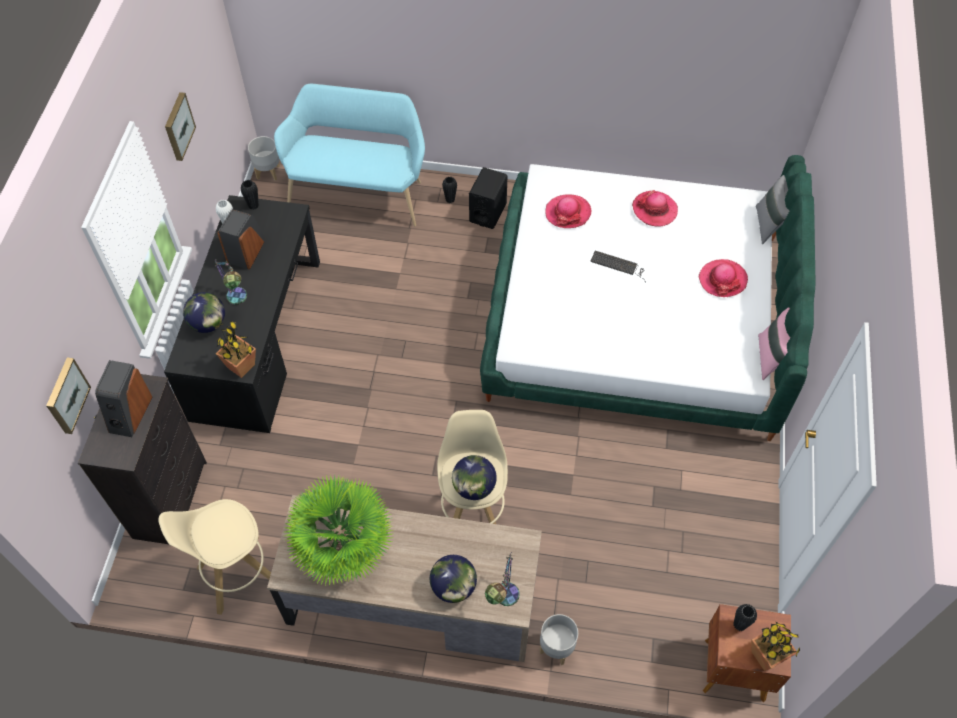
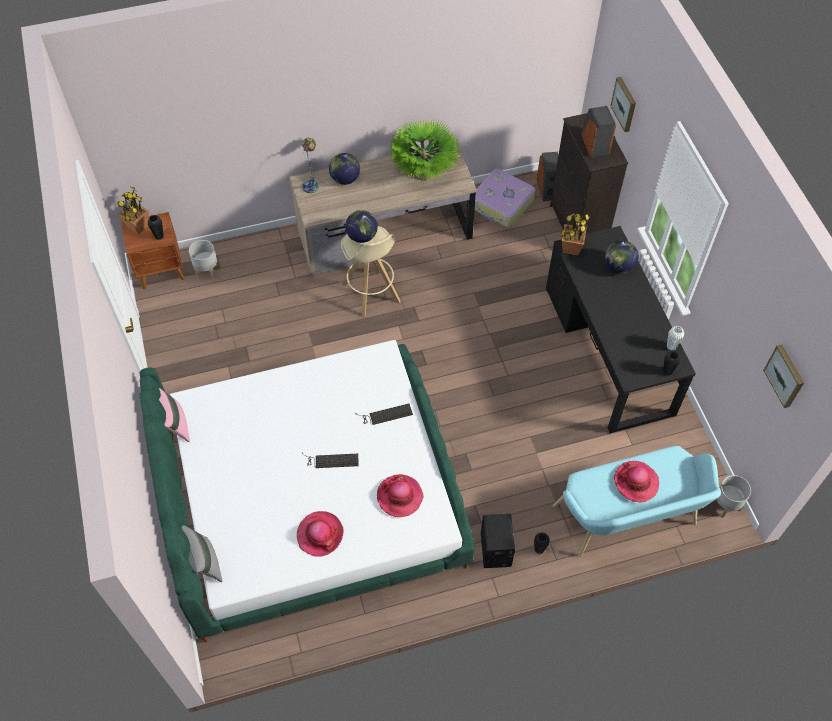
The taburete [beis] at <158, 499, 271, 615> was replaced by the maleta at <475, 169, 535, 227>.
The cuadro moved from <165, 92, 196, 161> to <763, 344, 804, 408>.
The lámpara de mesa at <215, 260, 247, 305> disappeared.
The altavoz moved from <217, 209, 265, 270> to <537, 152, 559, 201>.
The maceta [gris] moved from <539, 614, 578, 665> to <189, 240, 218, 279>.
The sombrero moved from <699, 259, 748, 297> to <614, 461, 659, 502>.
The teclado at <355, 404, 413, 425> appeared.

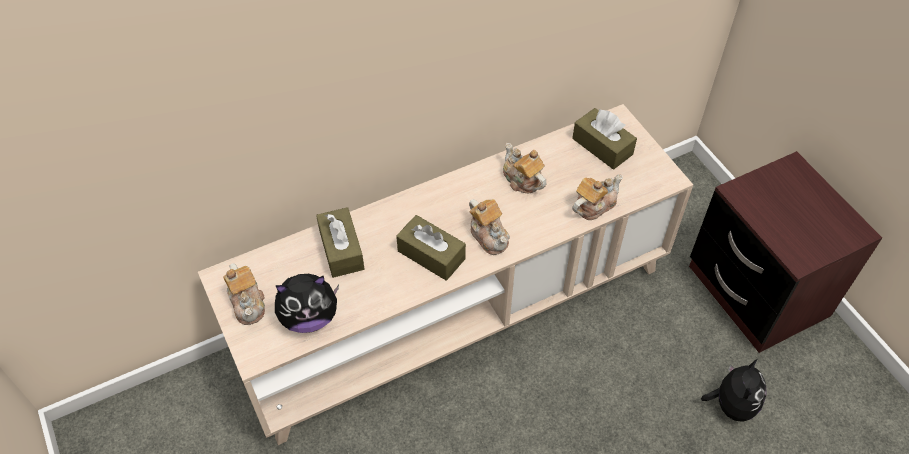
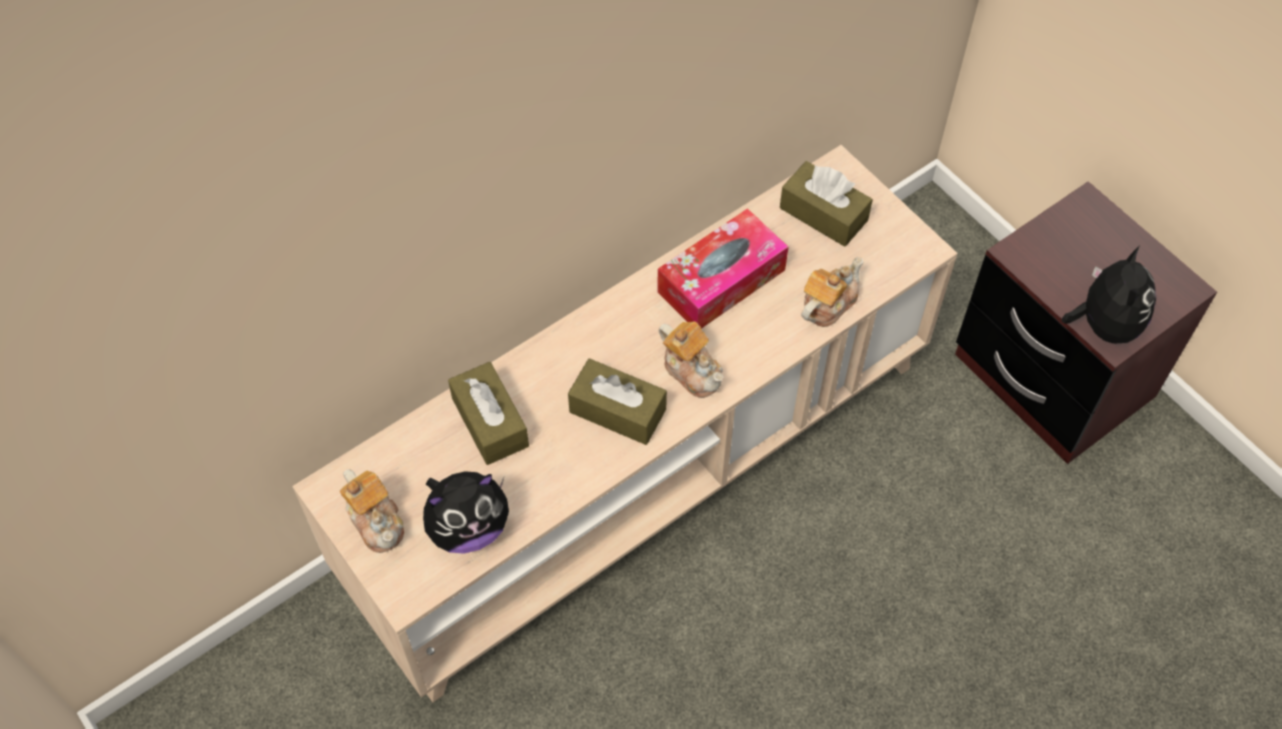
The tetera at <503, 143, 546, 194> was replaced by the caja de pañuelos at <657, 208, 788, 329>.
The peluche moved from <701, 359, 767, 422> to <1061, 246, 1156, 343>.

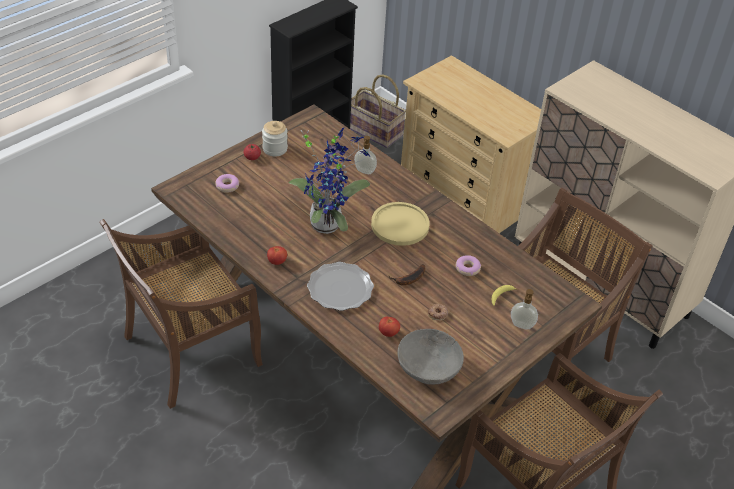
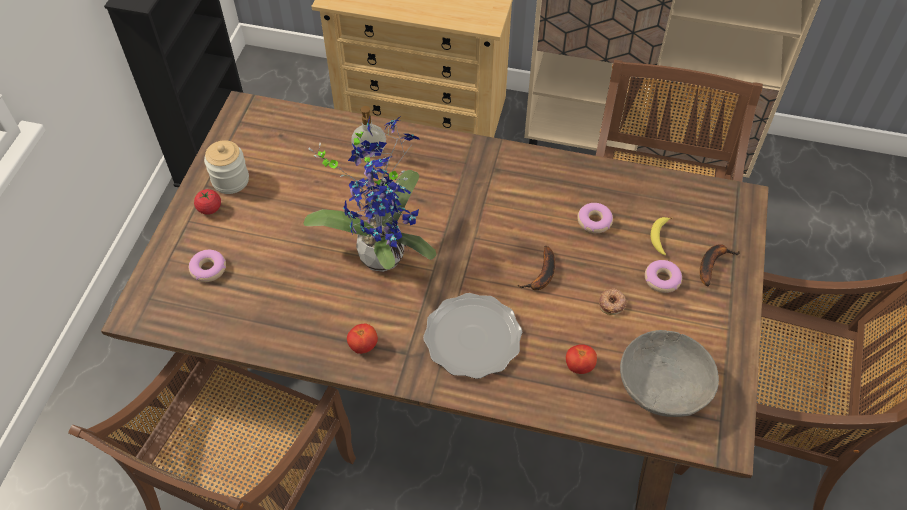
The cesta at <350, 74, 406, 148> disappeared.
The plato [amarillo] at <371, 202, 429, 246> disappeared.
The dispensador de jabón at <511, 289, 538, 330> was replaced by the plátano at <700, 244, 740, 286>.
The rosquilla at <645, 260, 682, 293> appeared.

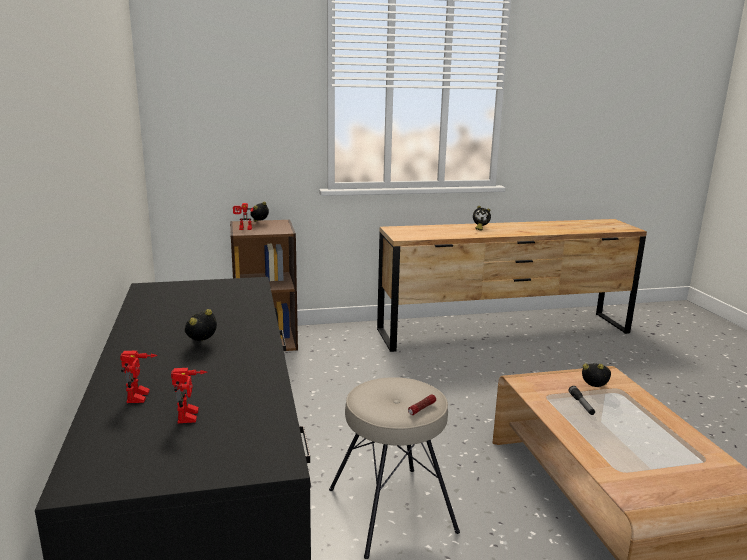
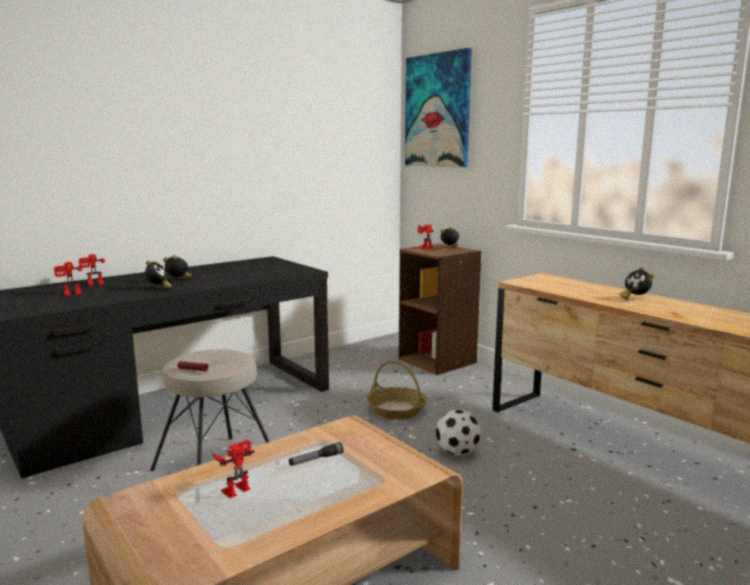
The despertador moved from <582, 363, 611, 387> to <145, 261, 172, 288>.
The robot de juguete at <212, 440, 255, 498> appeared.
The cesta at <367, 360, 427, 419> appeared.
The cuadro at <405, 48, 472, 168> appeared.
The balón de fútbol at <436, 409, 481, 456> appeared.

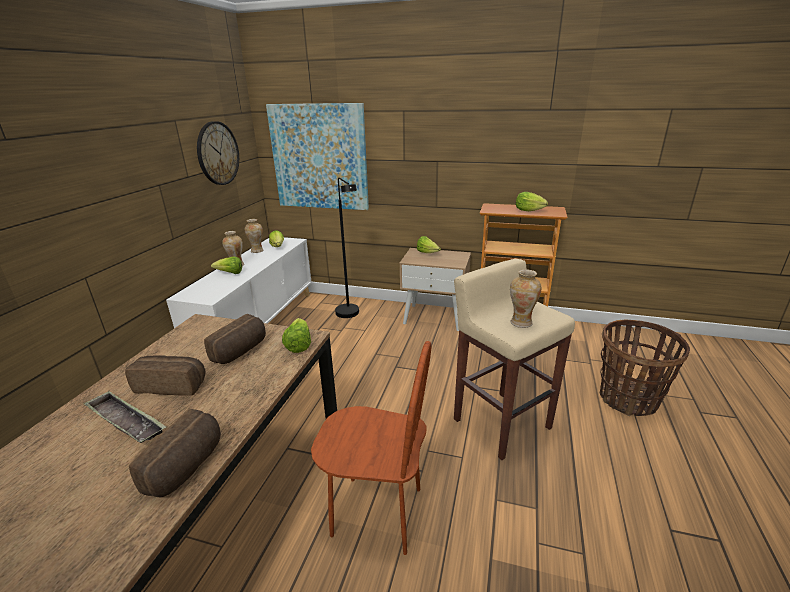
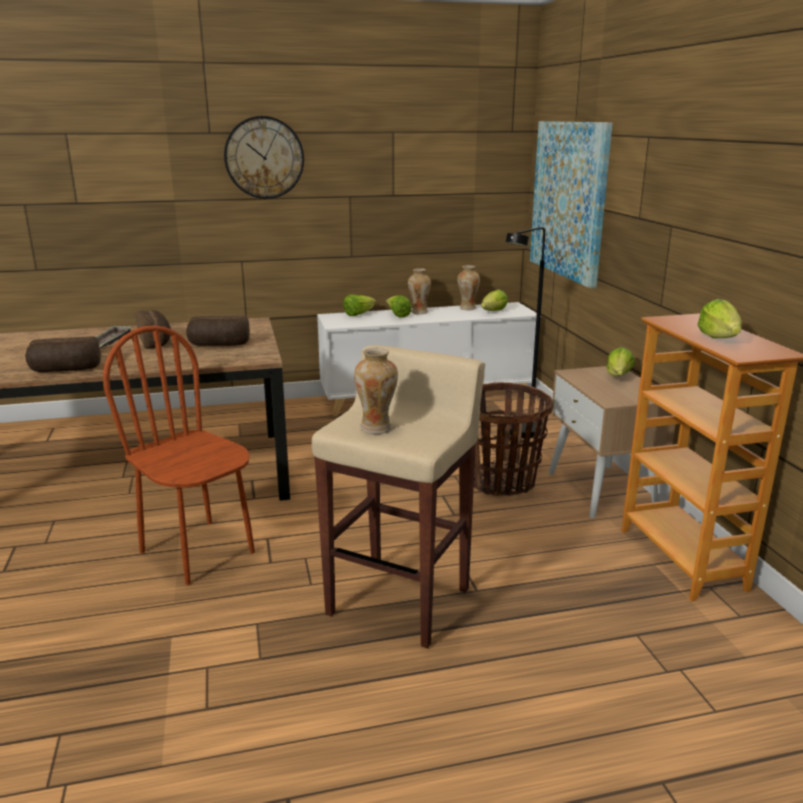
The reloj de pared moved from <197, 121, 239, 185> to <224, 116, 304, 199>.
The lechuga moved from <282, 318, 311, 353> to <343, 295, 376, 316>.
The silla [marrón] at <311, 341, 432, 555> turned 150 degrees clockwise.
The cesta moved from <599, 320, 690, 416> to <474, 382, 553, 496>.

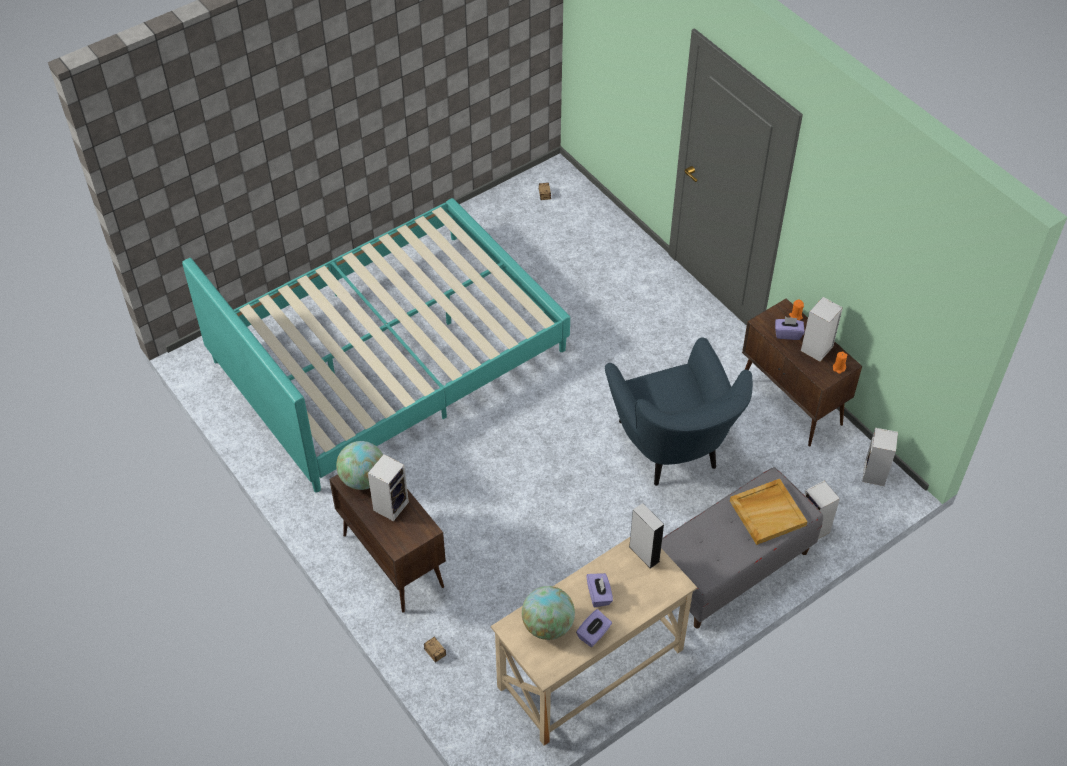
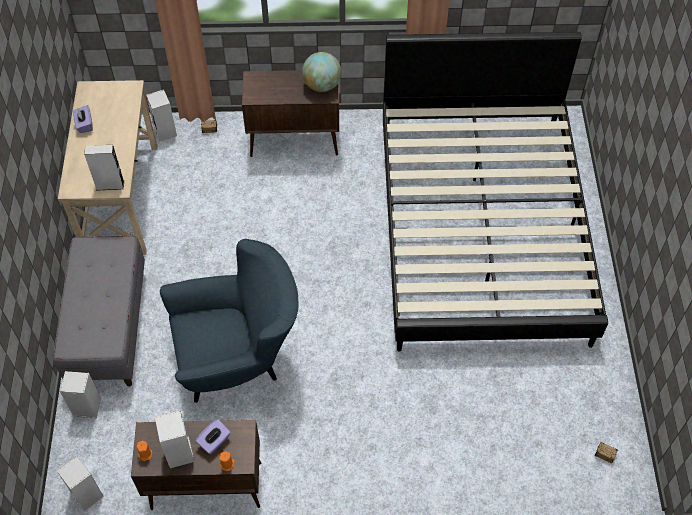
The cama [turquesa] at <182, 198, 570, 492> became the cama [negro] at <383, 32, 608, 352>.
The altavoz moved from <368, 454, 409, 521> to <146, 90, 177, 141>.
The globo terráqueo at <522, 586, 575, 640> disappeared.
The caja de pañuelos [morado] at <586, 573, 613, 607> disappeared.
The sillón [azul] at <605, 338, 753, 486> turned 150 degrees clockwise.
The bandeja [beis] at <730, 479, 808, 545> disappeared.

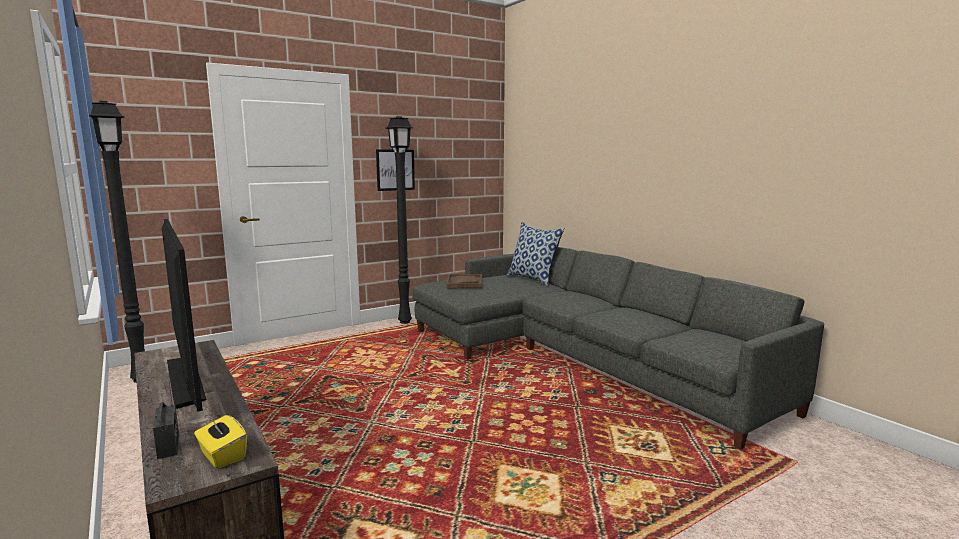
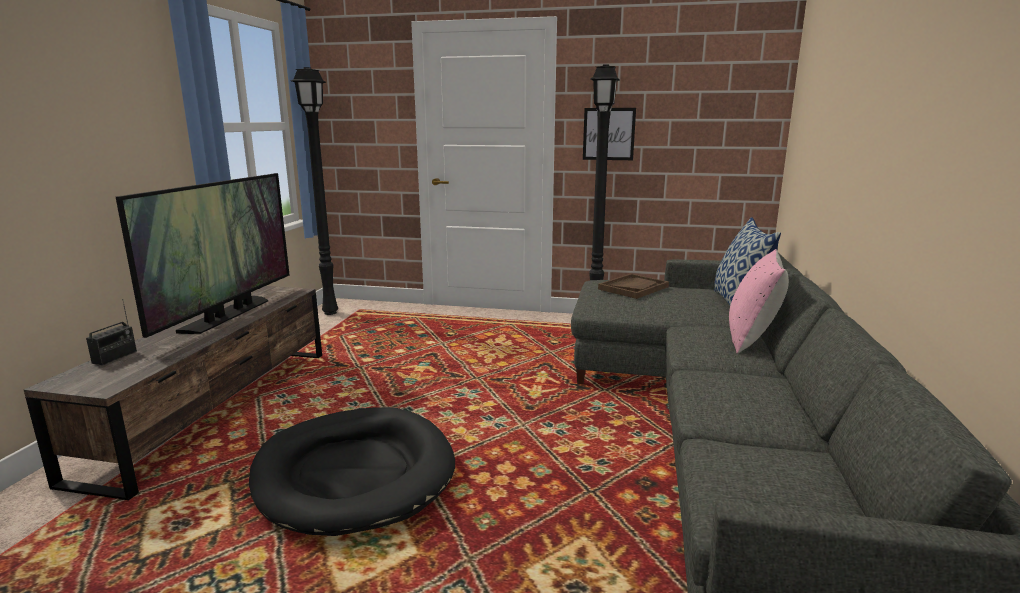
The caja de pañuelos [amarillo] at <194, 415, 247, 469> disappeared.
The cama para perro [negro] at <249, 407, 455, 536> appeared.
The cojín [rosa] at <729, 249, 789, 354> appeared.

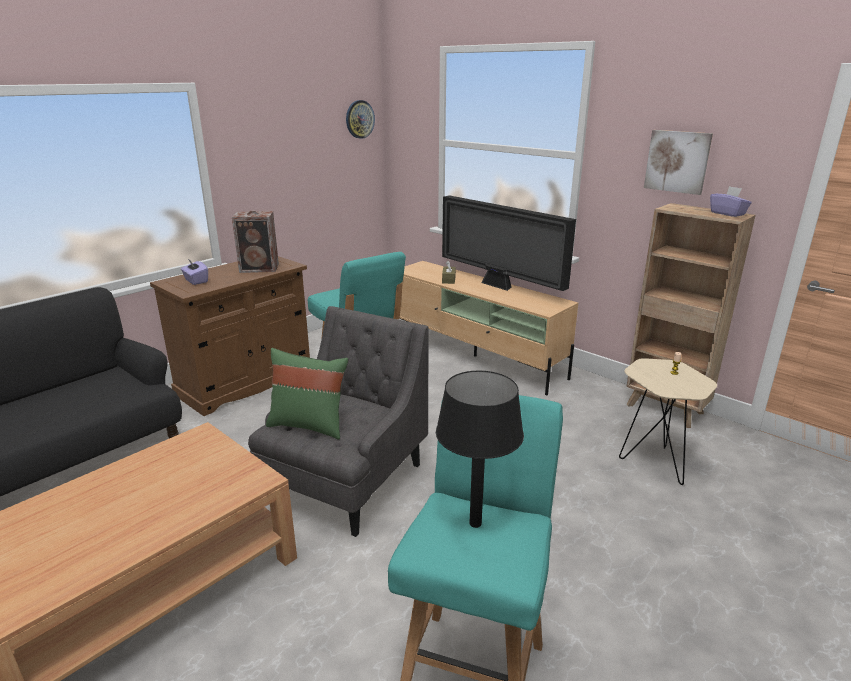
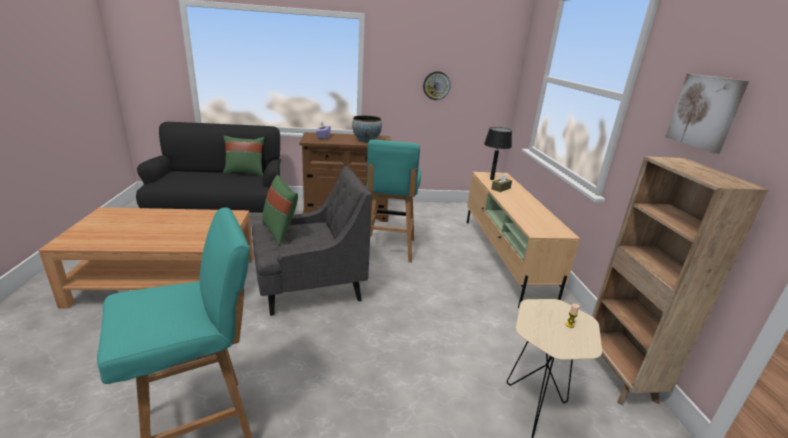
The altavoz at <232, 211, 279, 273> was replaced by the cuenco at <352, 115, 382, 143>.
The reloj de pared moved from <346, 100, 375, 139> to <423, 71, 451, 100>.
The lámpara de mesa [negro] moved from <436, 370, 524, 528> to <484, 127, 512, 180>.
The televisor at <442, 195, 576, 291> disappeared.
The caja de pañuelos [morado] at <710, 186, 752, 217> disappeared.
The cojín [verde] at <223, 135, 265, 176> appeared.

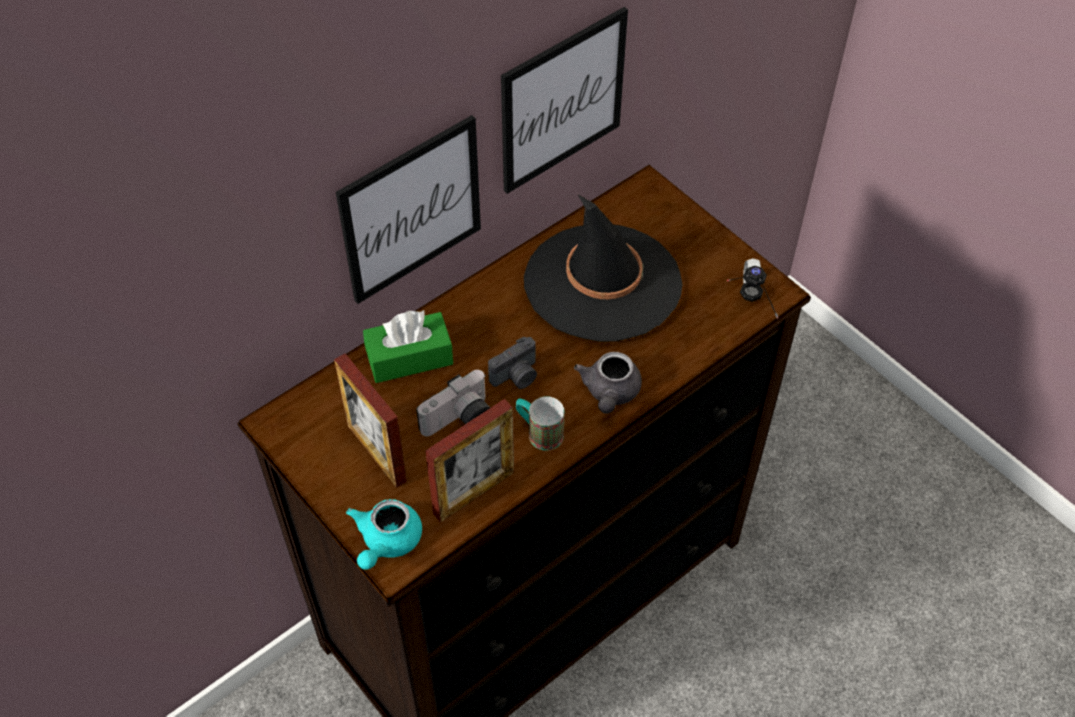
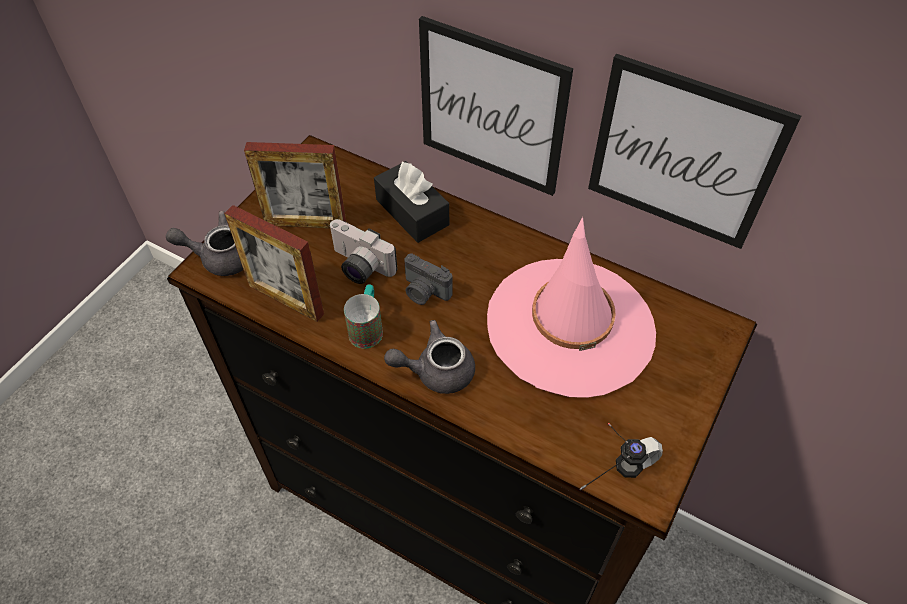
The portarretratos at <334, 354, 407, 488> turned 120 degrees counterclockwise.
The tetera [turquesa] at <346, 499, 422, 570> became the tetera [gris] at <166, 211, 243, 276>.
The caja de pañuelos [verde] at <363, 310, 453, 383> became the caja de pañuelos [negro] at <374, 161, 449, 243>.
The sombrero [negro] at <524, 194, 682, 342> became the sombrero [rosa] at <487, 217, 656, 398>.

